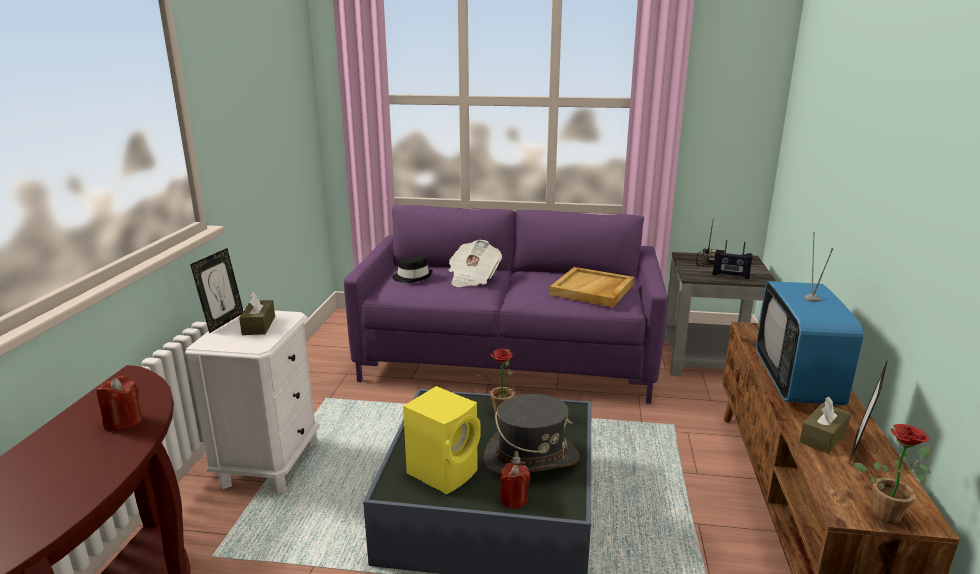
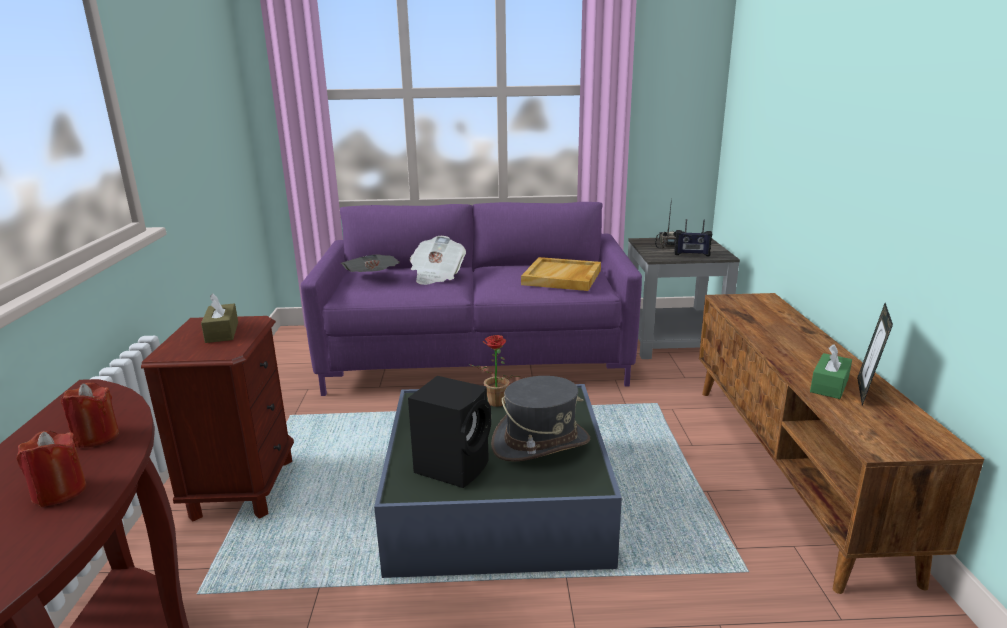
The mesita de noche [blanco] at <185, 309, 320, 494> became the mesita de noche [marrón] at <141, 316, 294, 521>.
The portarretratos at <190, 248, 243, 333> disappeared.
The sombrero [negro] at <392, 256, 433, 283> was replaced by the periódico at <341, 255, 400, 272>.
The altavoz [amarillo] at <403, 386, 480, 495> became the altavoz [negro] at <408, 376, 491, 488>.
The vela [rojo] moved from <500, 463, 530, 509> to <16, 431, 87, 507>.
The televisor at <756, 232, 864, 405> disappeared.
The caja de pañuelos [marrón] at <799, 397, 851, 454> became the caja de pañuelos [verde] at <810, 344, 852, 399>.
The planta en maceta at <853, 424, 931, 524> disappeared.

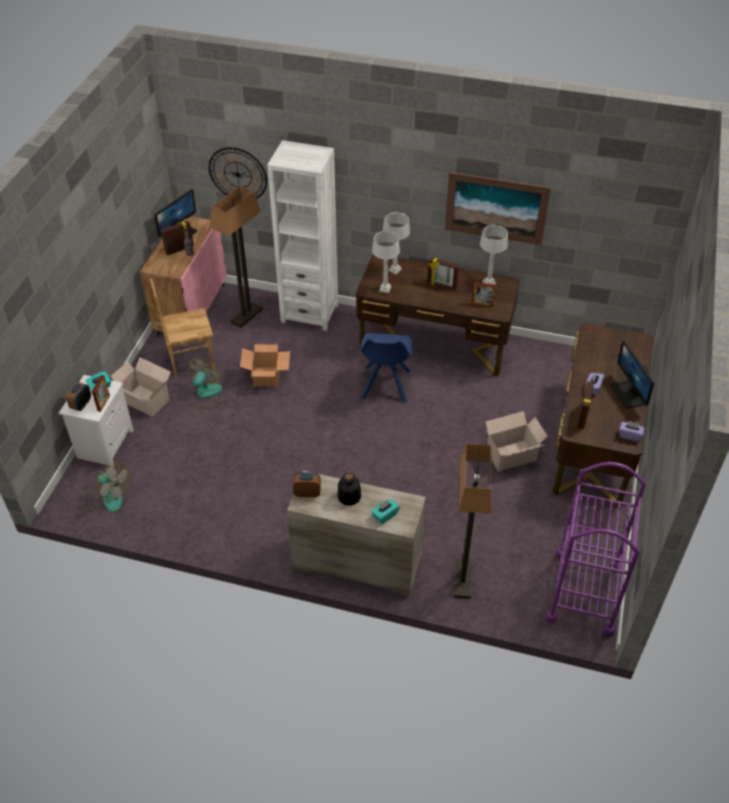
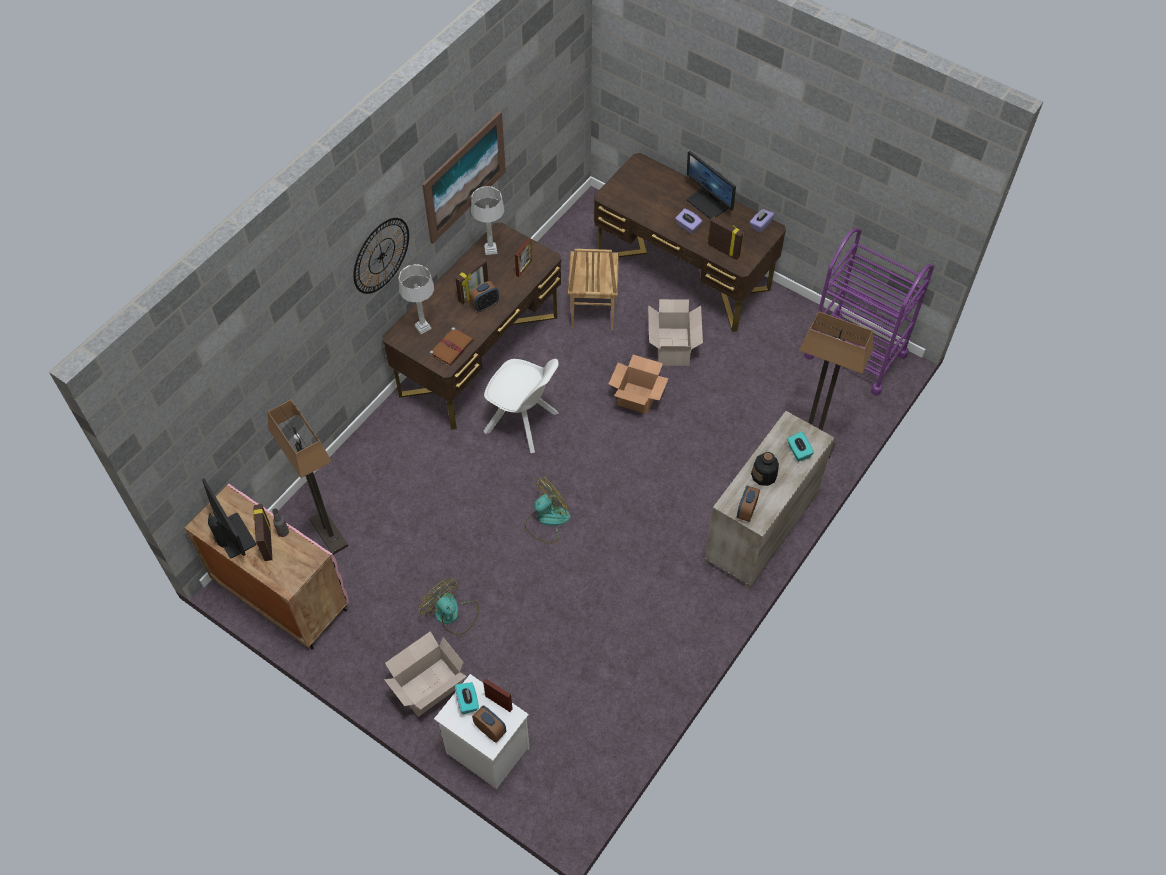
The ventilador moved from <86, 463, 129, 512> to <525, 477, 571, 543>.
The silla [marrón] moved from <150, 278, 215, 378> to <568, 249, 619, 330>.
The reloj de pared moved from <209, 147, 267, 199> to <354, 218, 409, 294>.
The caja de cartón moved from <240, 344, 290, 387> to <609, 355, 669, 414>.
The estantería [blanco] at <267, 140, 338, 331> disappeared.
The silla [azul] at <360, 333, 413, 403> became the silla [blanco] at <484, 359, 559, 453>.
The lámpara de mesa [gris] at <372, 231, 400, 293> was replaced by the libro [marrón] at <430, 327, 473, 366>.
The monitor at <610, 340, 654, 409> turned 45 degrees clockwise.
The despertador at <469, 281, 499, 312> appeared.

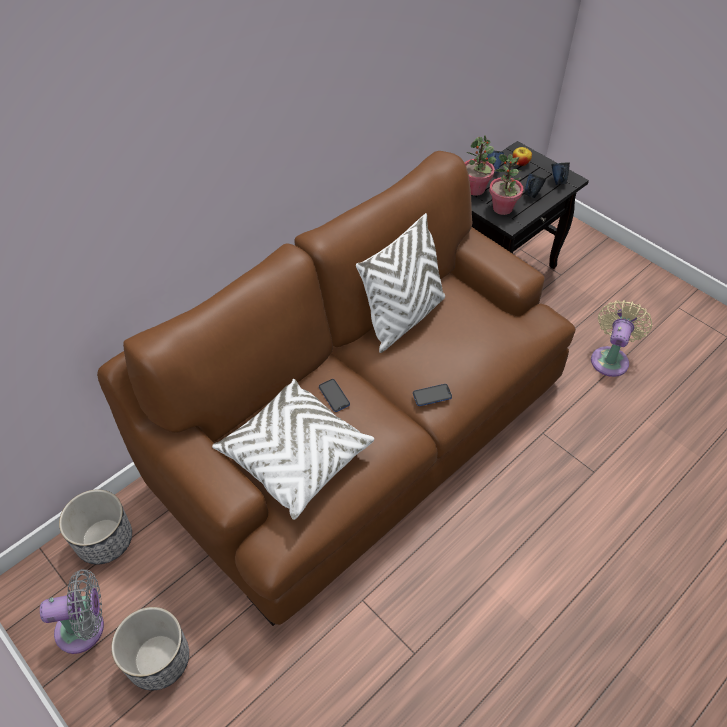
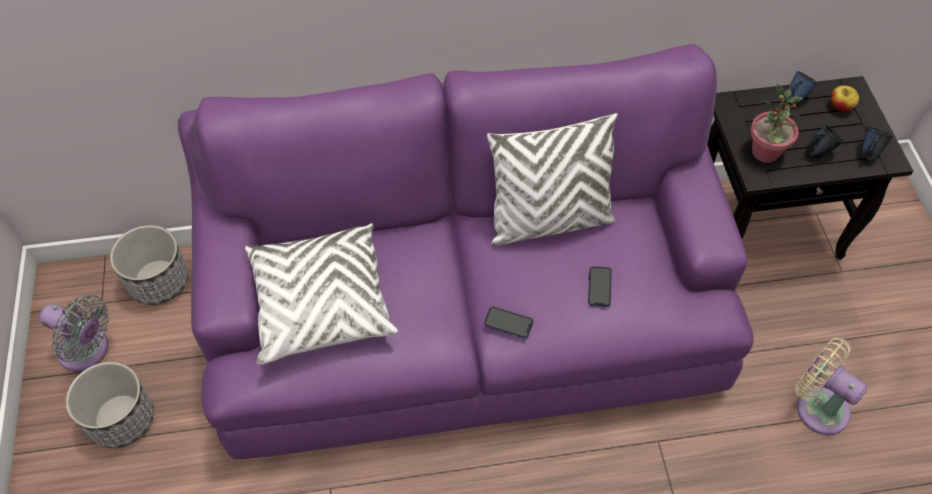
The sofá [marrón] at <97, 151, 576, 626> became the sofá [morado] at <178, 44, 754, 459>.
The móvil moved from <319, 379, 350, 412> to <588, 267, 612, 307>.
The planta en maceta at <465, 136, 496, 196> disappeared.
The ventilador [beis] at <591, 300, 652, 377> turned 105 degrees counterclockwise.

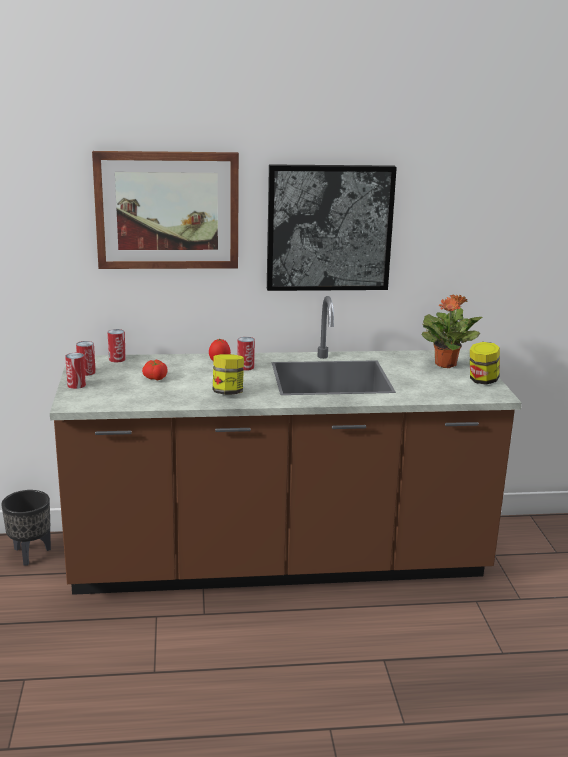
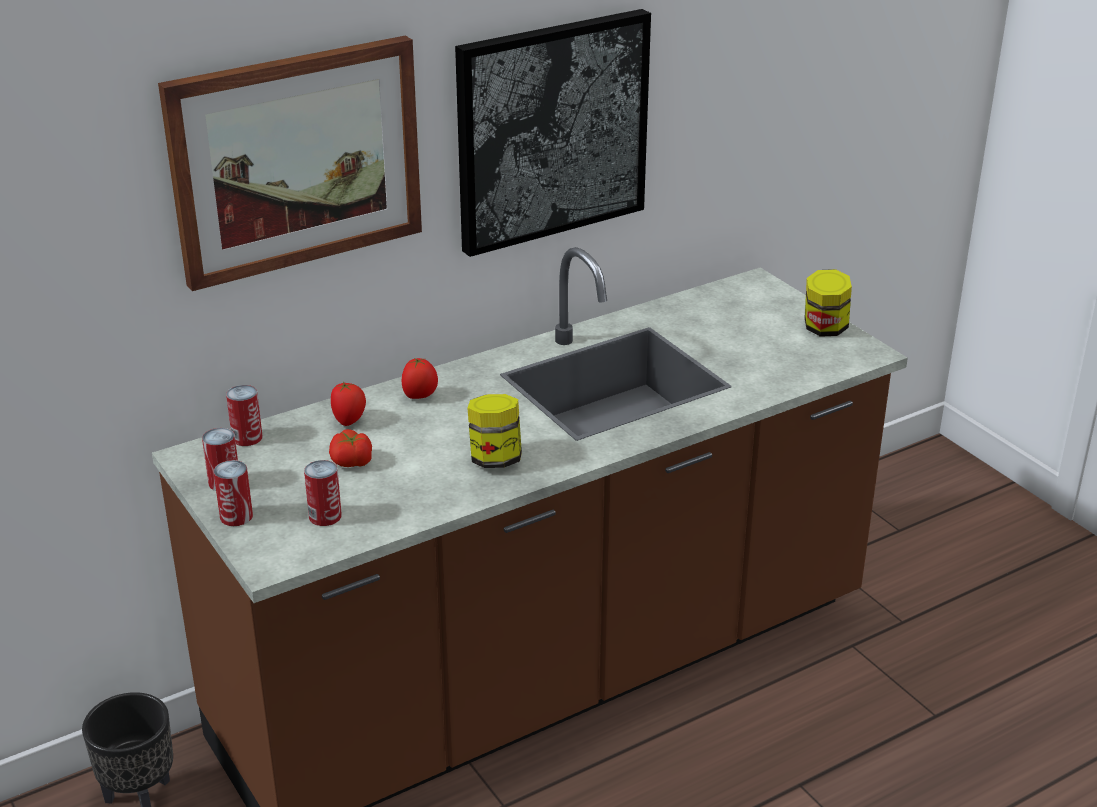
The lata moved from <238, 337, 255, 371> to <304, 460, 342, 526>.
The planta en maceta at <421, 294, 482, 368> disappeared.
The tomate at <331, 381, 366, 426> appeared.

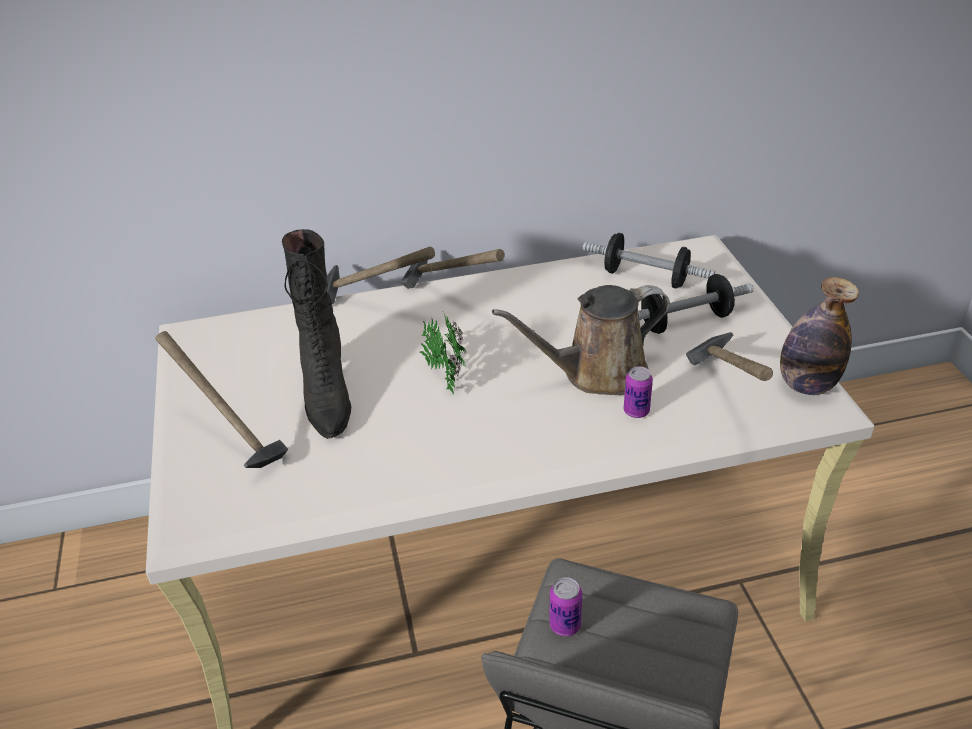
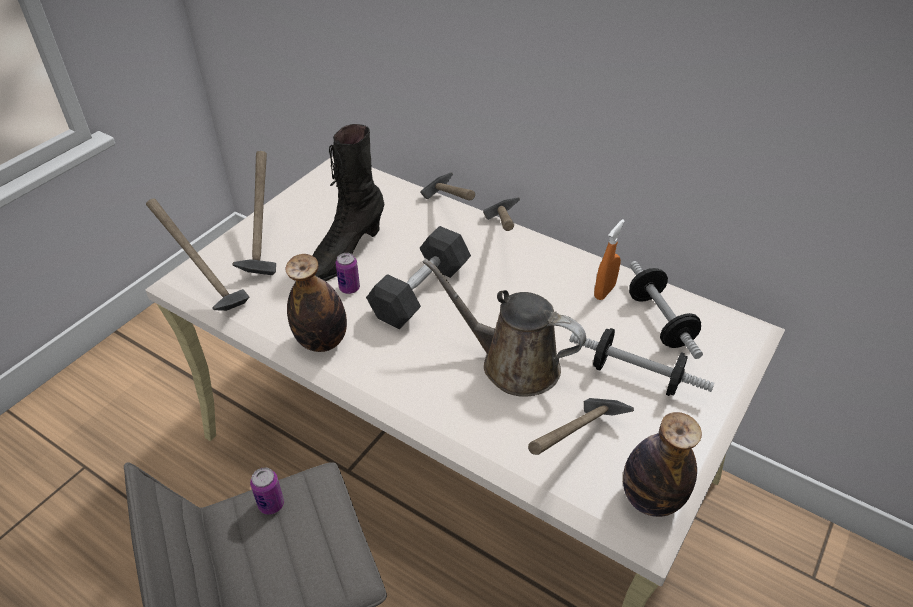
The planta en maceta at <419, 313, 467, 394> was replaced by the mancuerna [negro] at <366, 226, 471, 329>.
The lata moved from <624, 366, 653, 418> to <335, 253, 360, 294>.
The martillo at <146, 198, 249, 311> appeared.
The botella at <286, 254, 347, 352> appeared.
The pulverizador [naranja] at <594, 219, 625, 300> appeared.

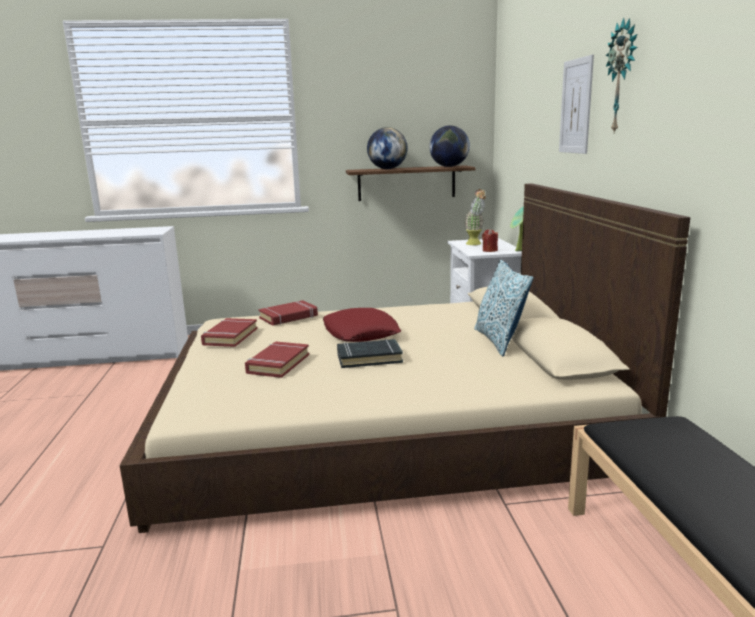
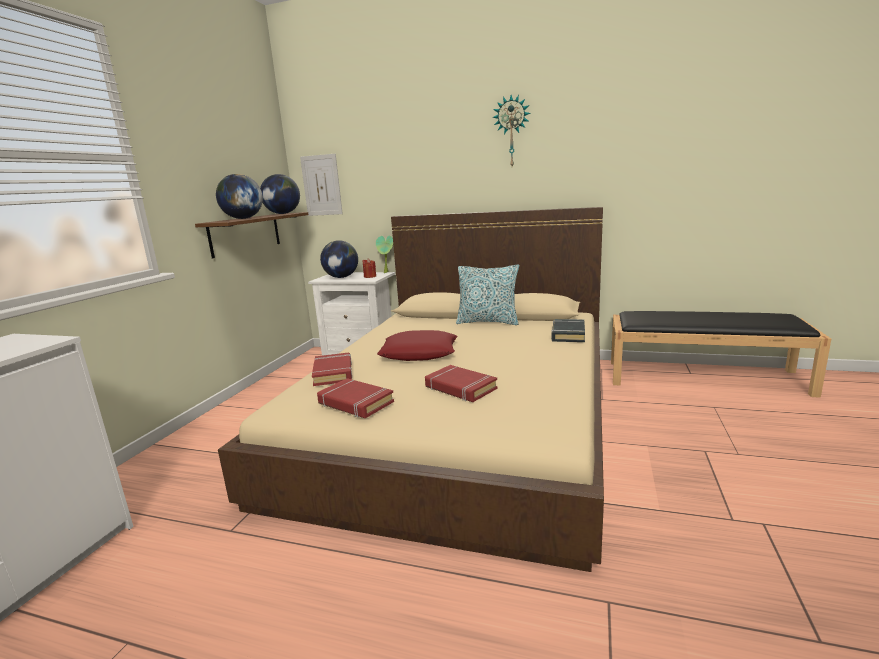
The libro [negro] moved from <337, 339, 403, 368> to <551, 319, 585, 342>.
The planta en maceta at <465, 189, 486, 245> was replaced by the globo terráqueo at <320, 240, 358, 278>.
The cuadro moved from <559, 55, 594, 154> to <300, 154, 343, 216>.

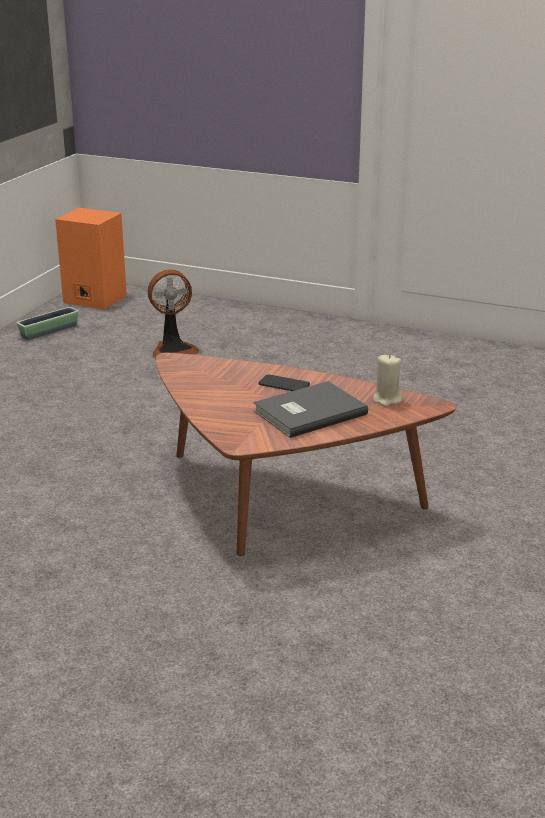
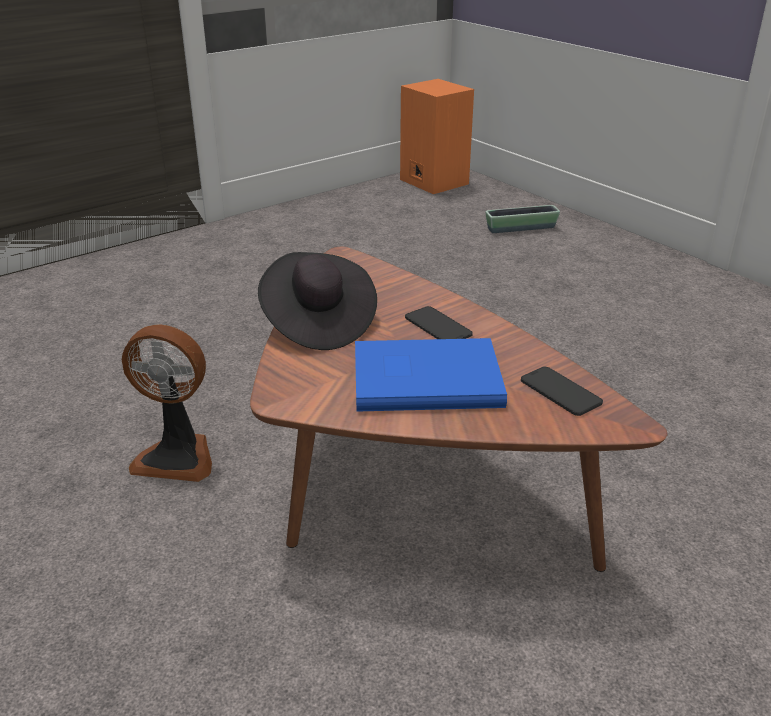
The maceta moved from <17, 307, 79, 340> to <486, 205, 560, 233>.
The ventilador moved from <148, 269, 199, 358> to <122, 324, 212, 482>.
The libro [gris] at <253, 381, 368, 438> became the libro [azul] at <355, 338, 507, 412>.
The vela [beis] at <373, 354, 403, 406> was replaced by the móvil at <521, 367, 603, 416>.
The sombrero [negro] at <258, 252, 377, 350> appeared.

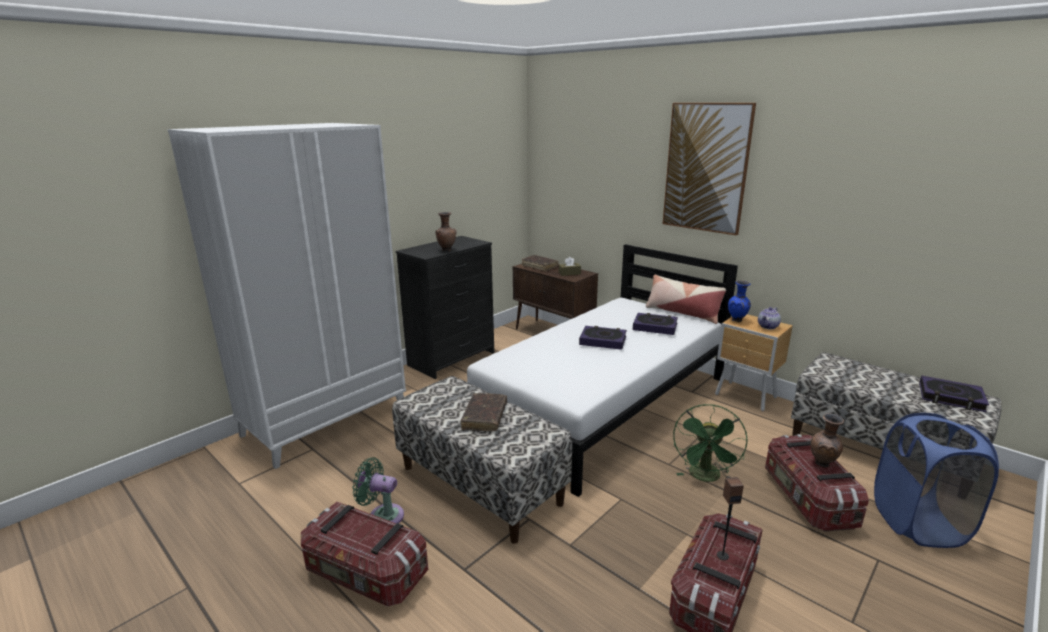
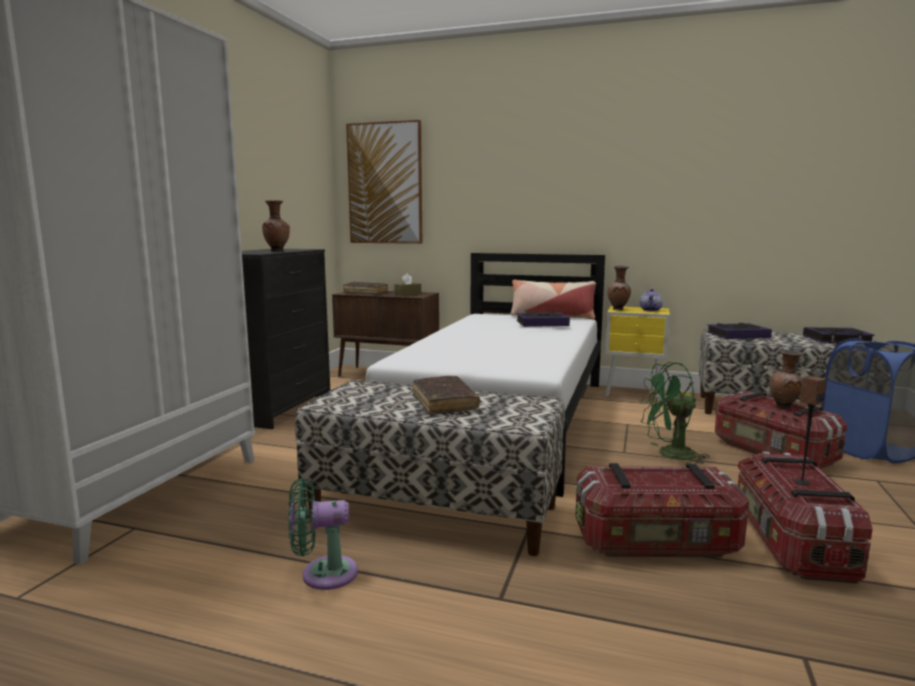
The caja de almacenaje moved from <301, 502, 428, 606> to <575, 463, 749, 557>.
The libro moved from <579, 326, 627, 350> to <707, 323, 772, 339>.
The cuadro moved from <663, 103, 756, 235> to <346, 120, 422, 244>.
The ventilador [verde] at <673, 404, 748, 482> turned 90 degrees clockwise.
The mesita de noche [marrón] at <715, 314, 793, 411> became the mesita de noche [amarillo] at <605, 306, 670, 401>.
The florero [azul] at <728, 280, 751, 322> became the florero [marrón] at <608, 266, 631, 310>.

